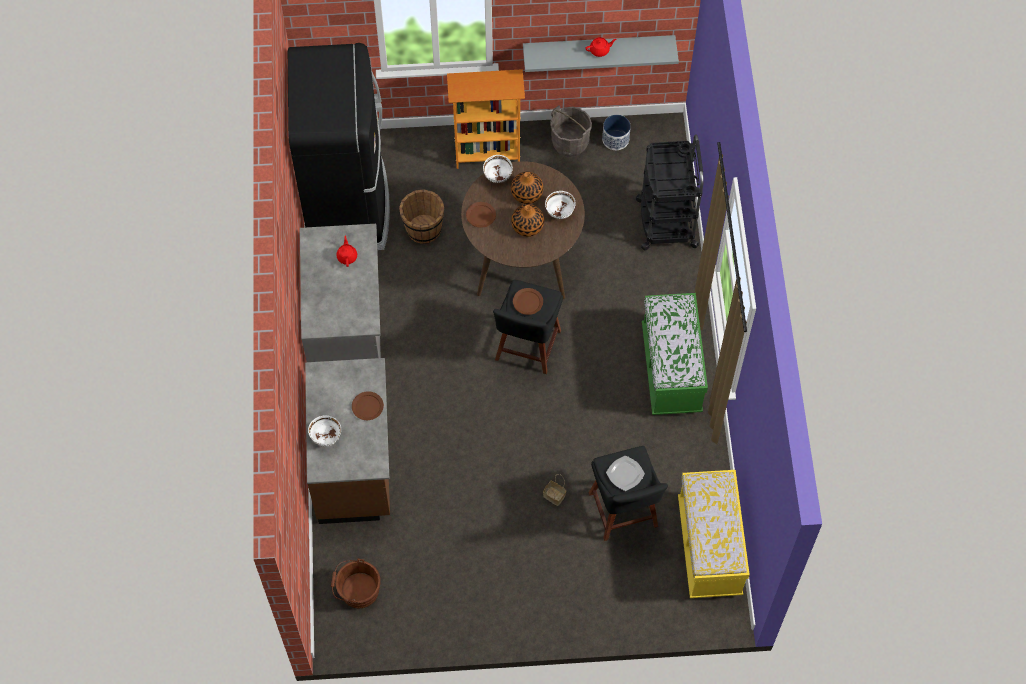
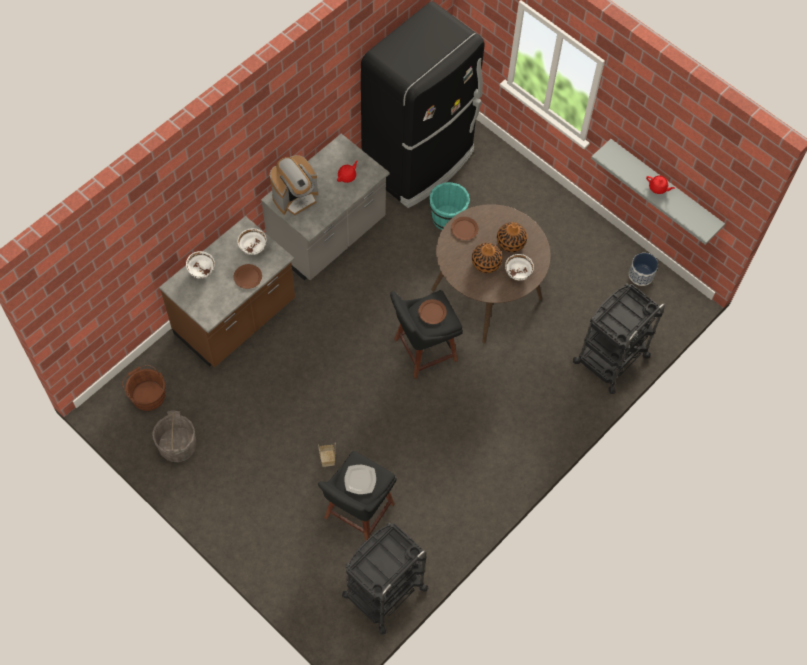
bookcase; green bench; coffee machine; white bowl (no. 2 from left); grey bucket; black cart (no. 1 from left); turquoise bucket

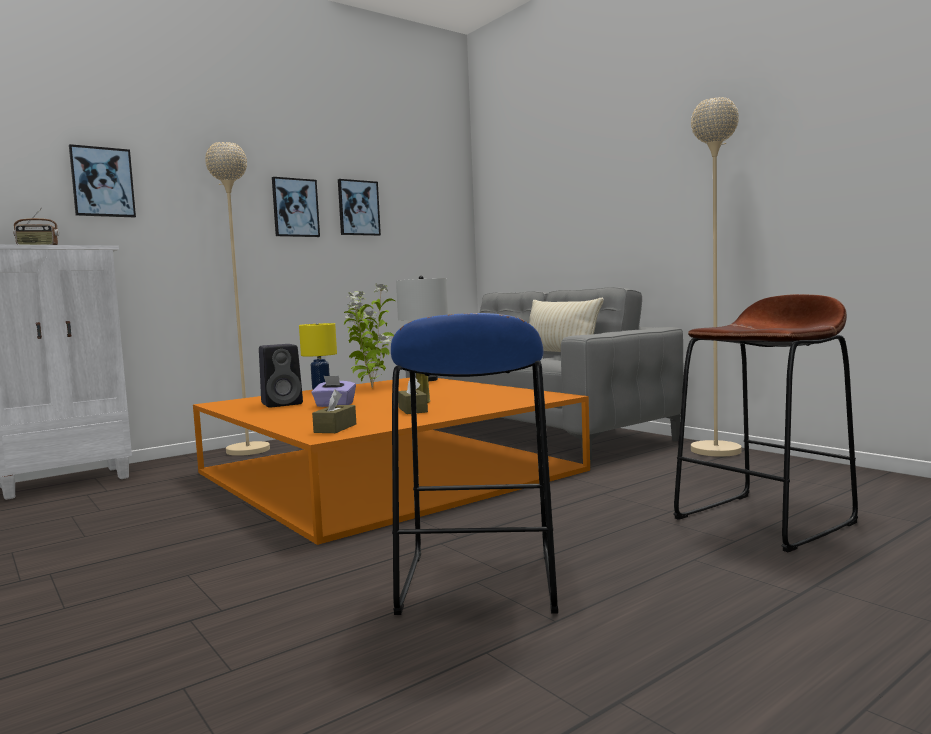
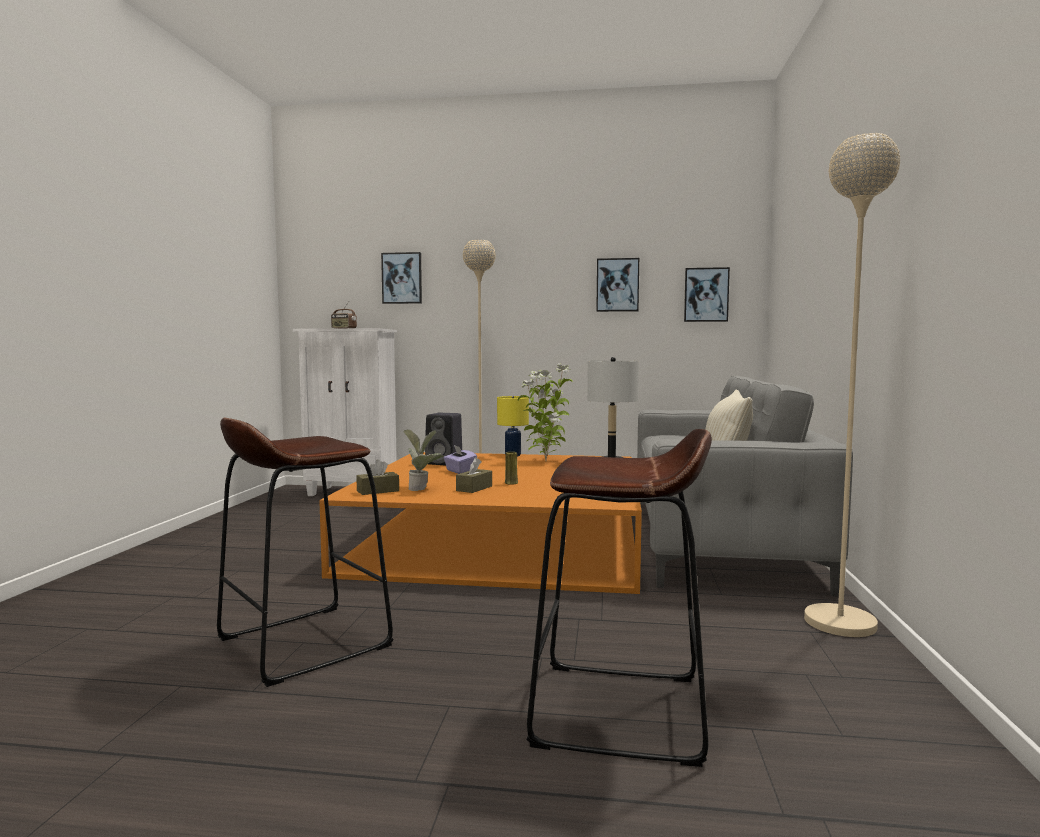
potted plant (no. 1 from left); picture (no. 3 from left); brown stool (no. 1 from left)

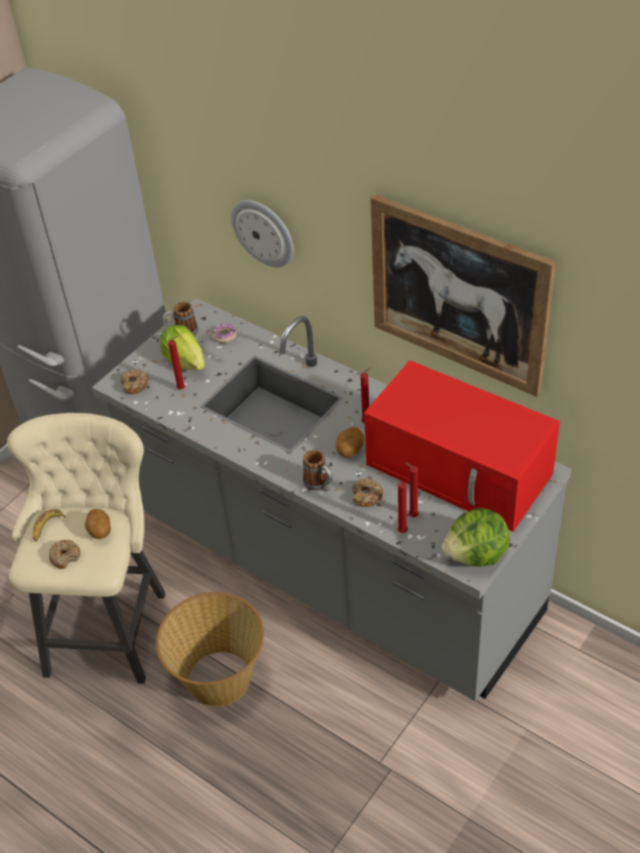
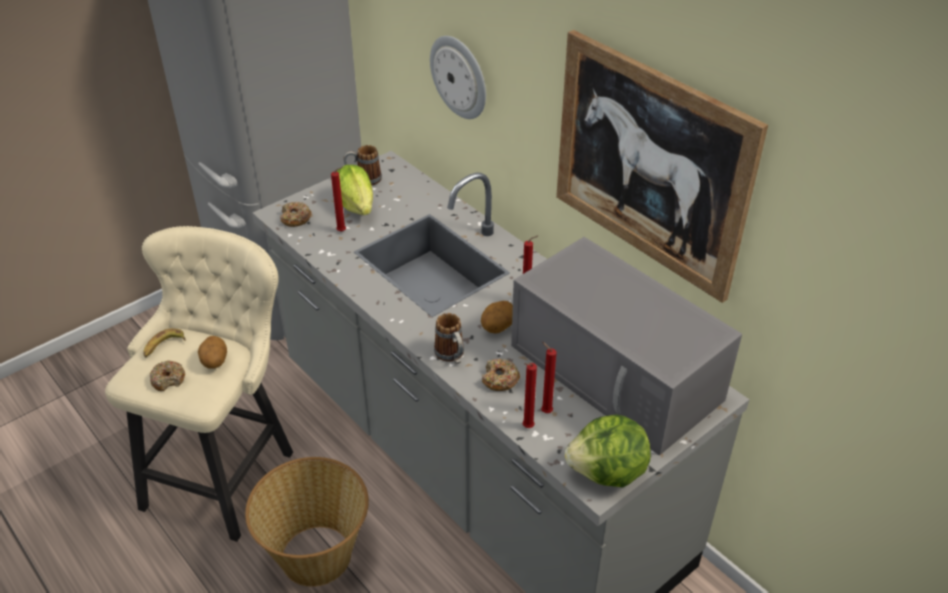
donut (no. 3 from left in the first image); grey microwave

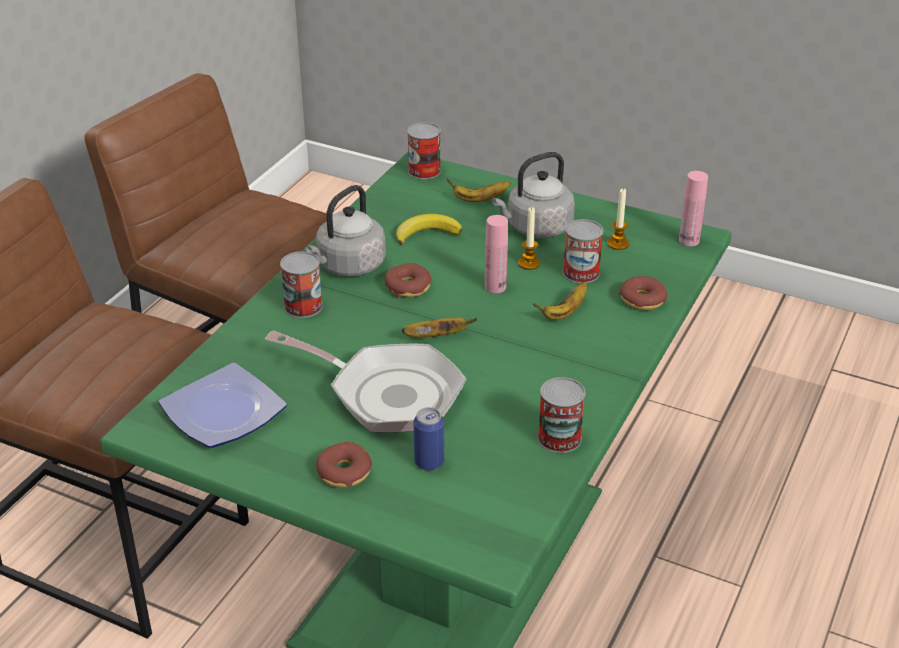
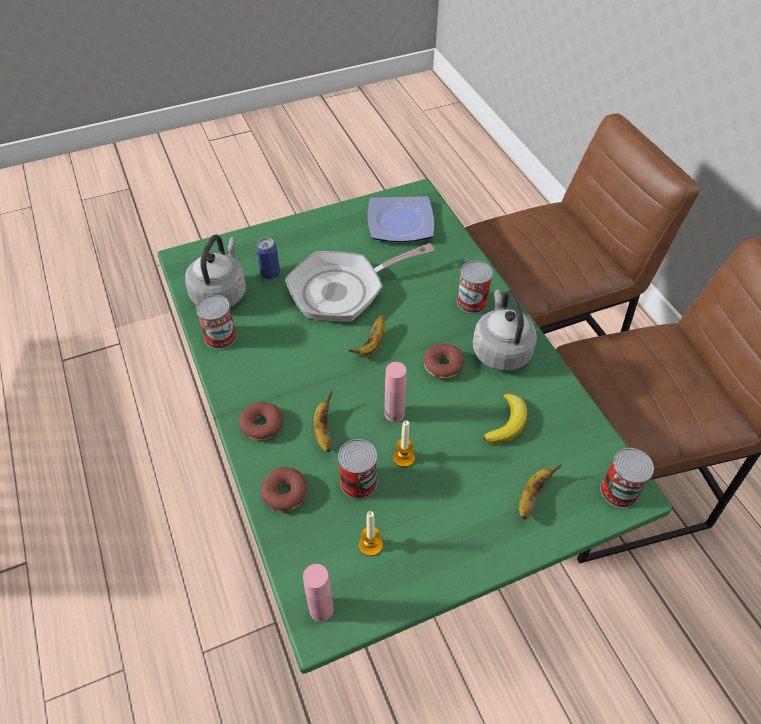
donut (no. 1 from left); grey kettle (no. 1 from left)

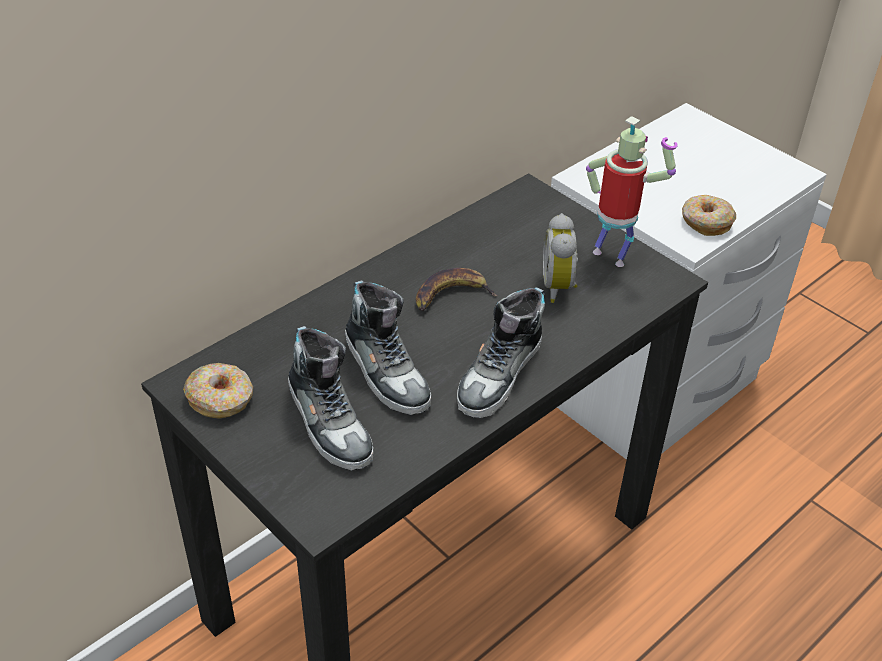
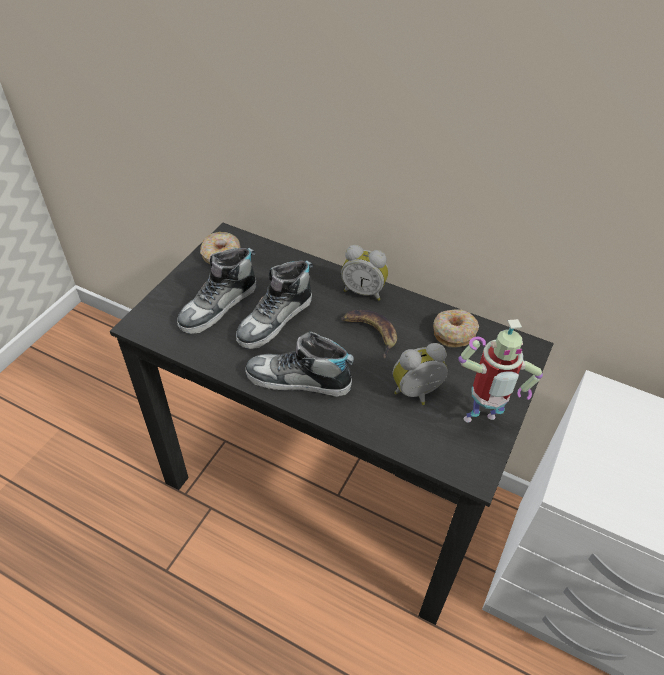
alarm clock (no. 1 from left); donut (no. 2 from left); toy robot

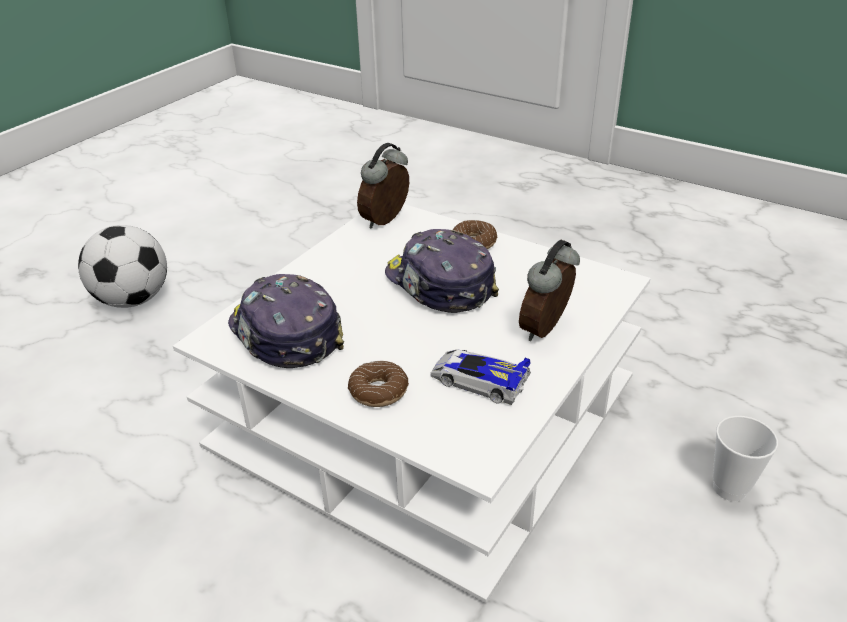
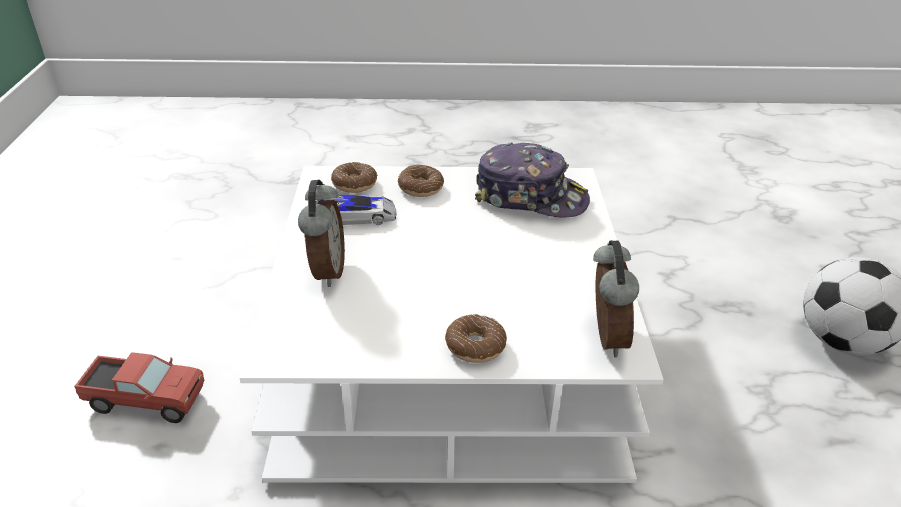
cap (no. 2 from left in the first image); donut (no. 1 from left); toy truck

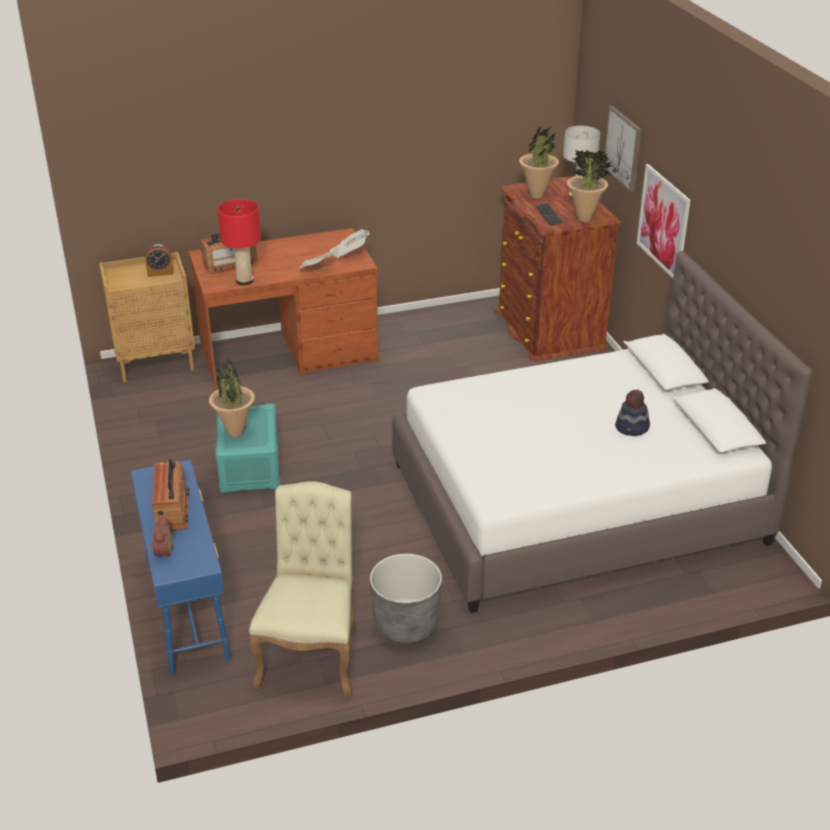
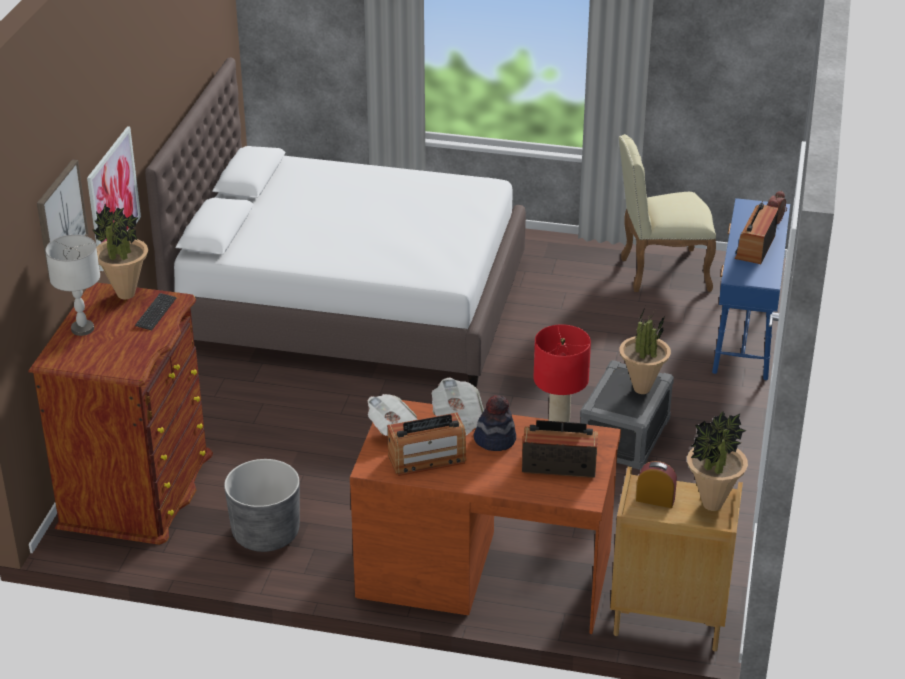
radio (no. 1 from left); grey planter; potted plant (no. 3 from left); hat; grey storage box; beige chair

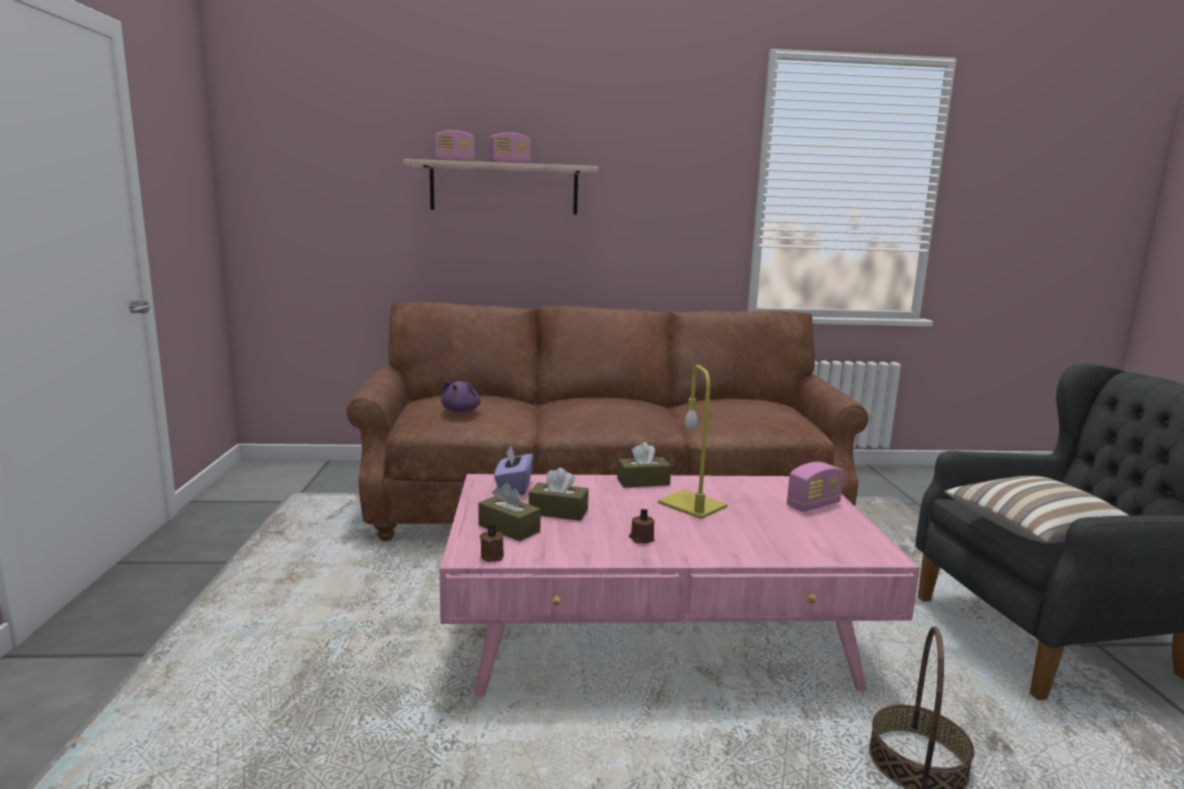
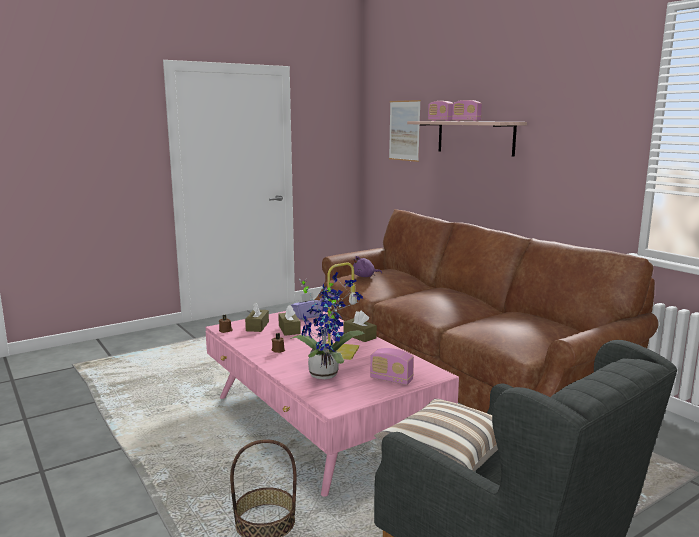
potted plant; picture

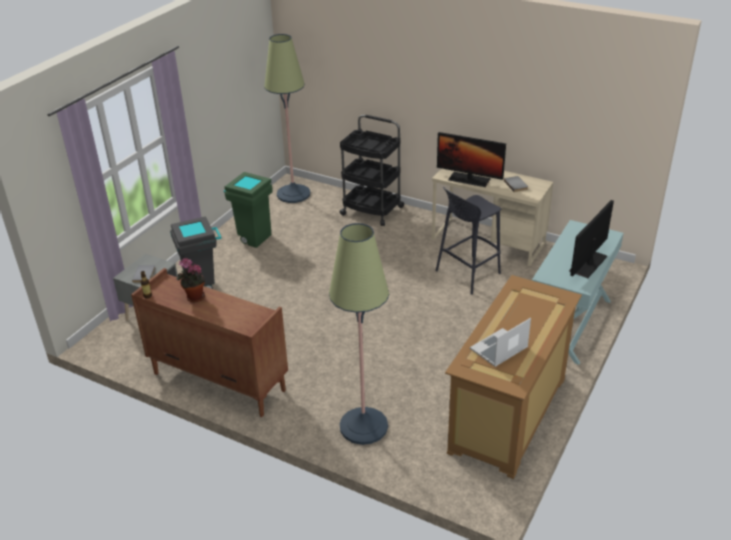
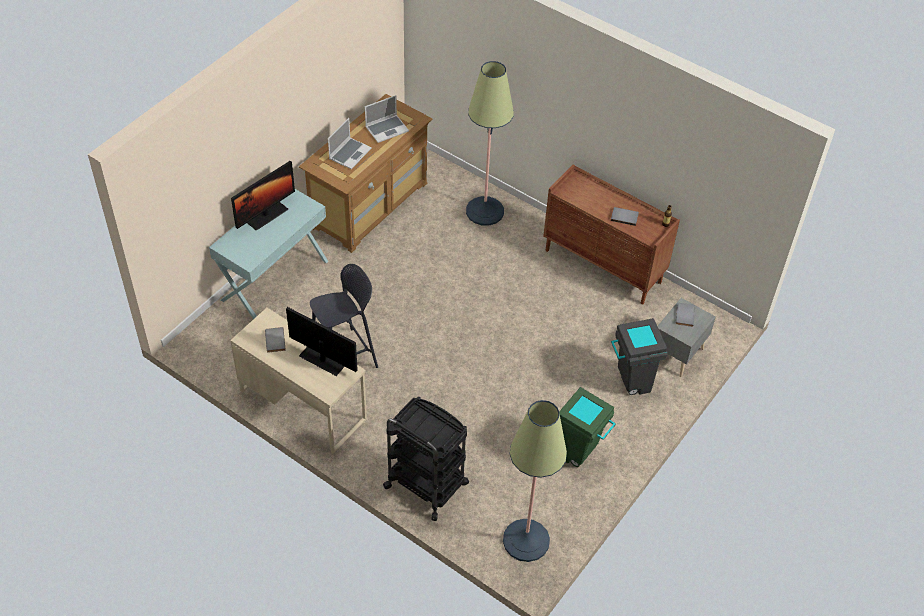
laptop (no. 1 from left); grey book (no. 2 from left)

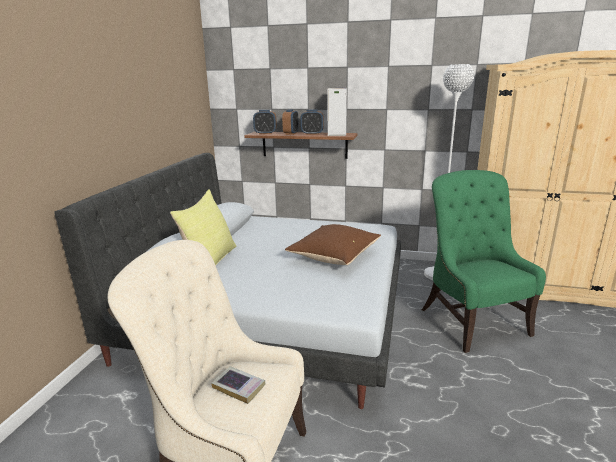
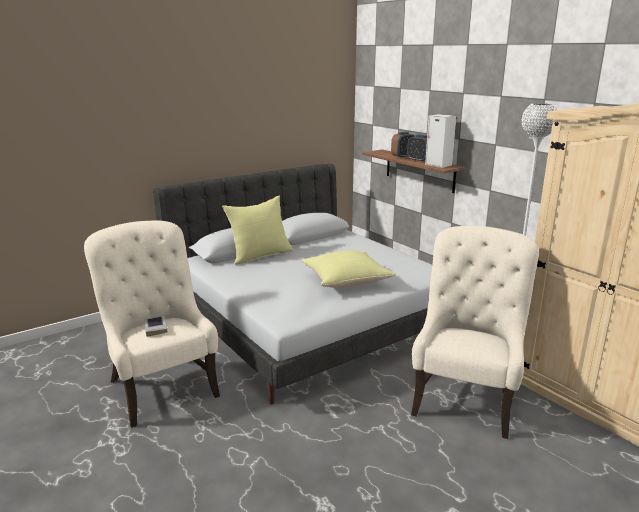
alarm clock (no. 1 from left in the first image); yellow pillow (no. 2 from left); beige armchair (no. 2 from left)

